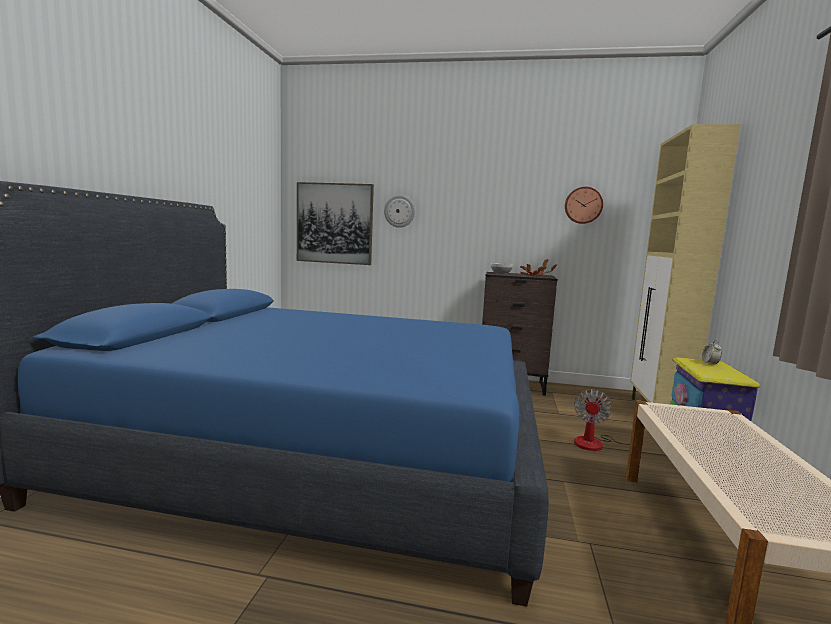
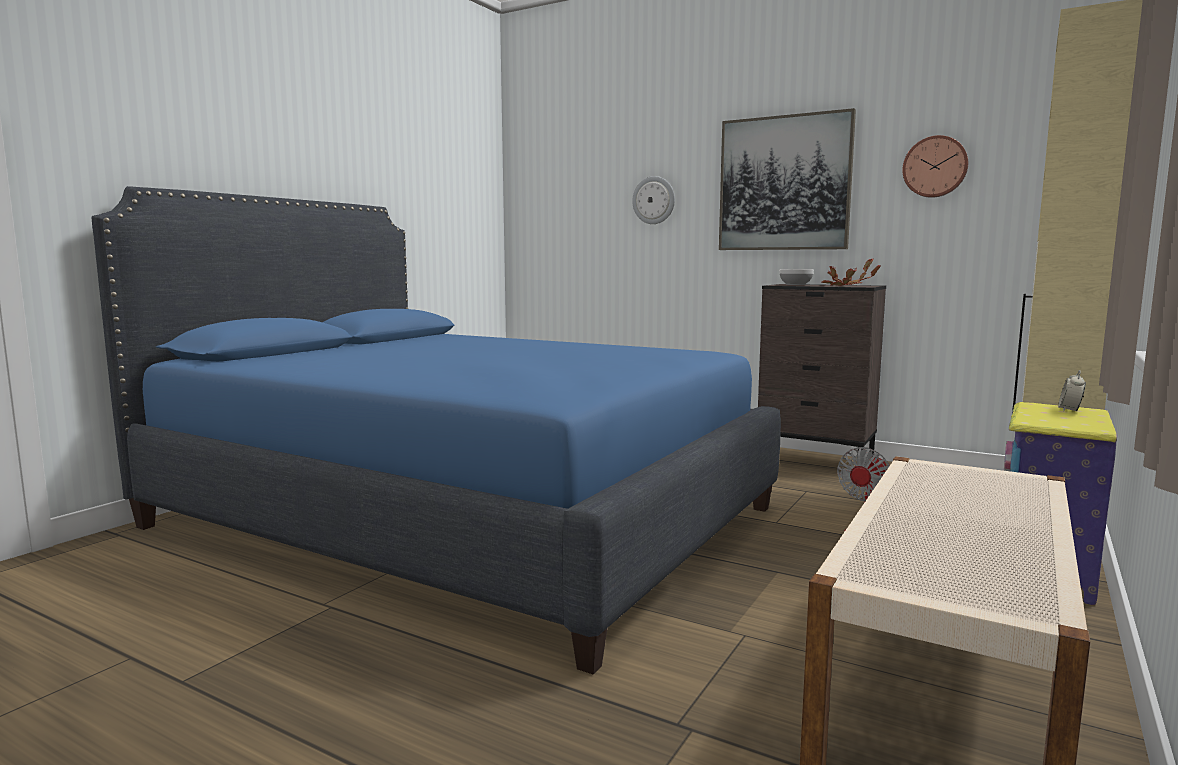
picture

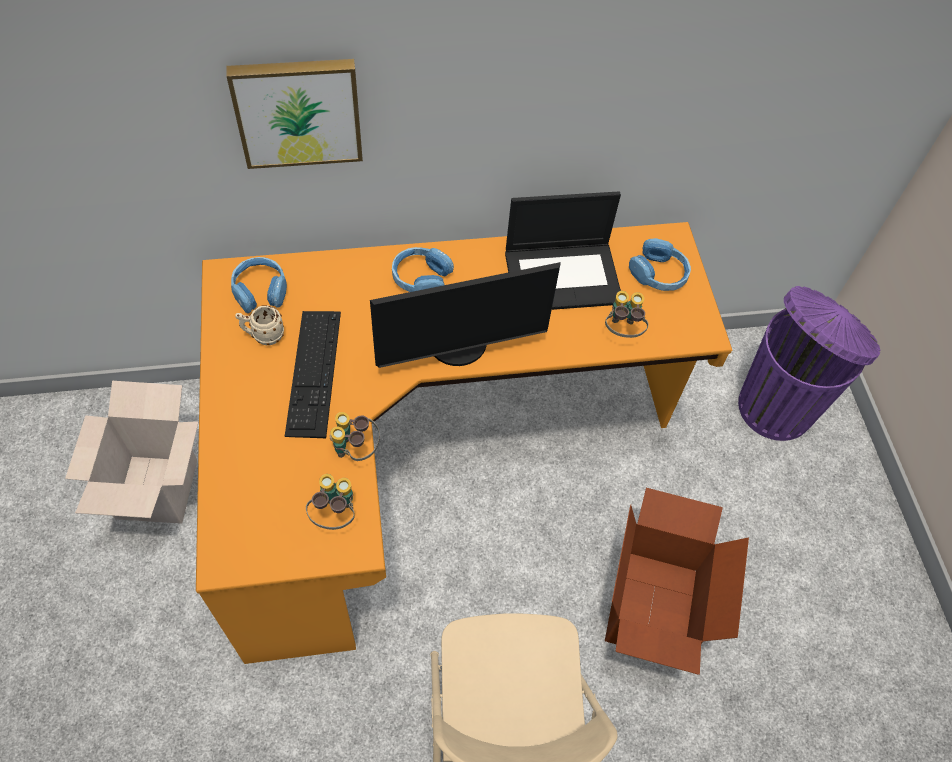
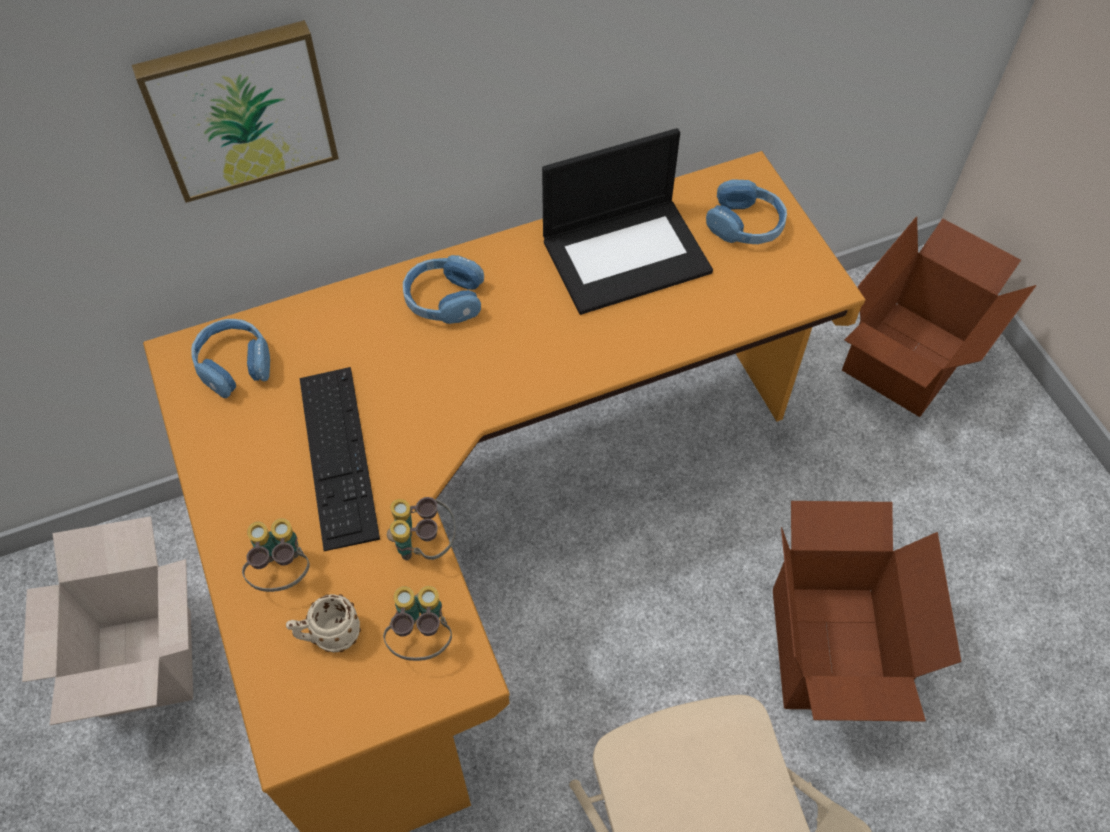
monitor; beige mug; binoculars (no. 1 from left); cardboard box (no. 3 from left)

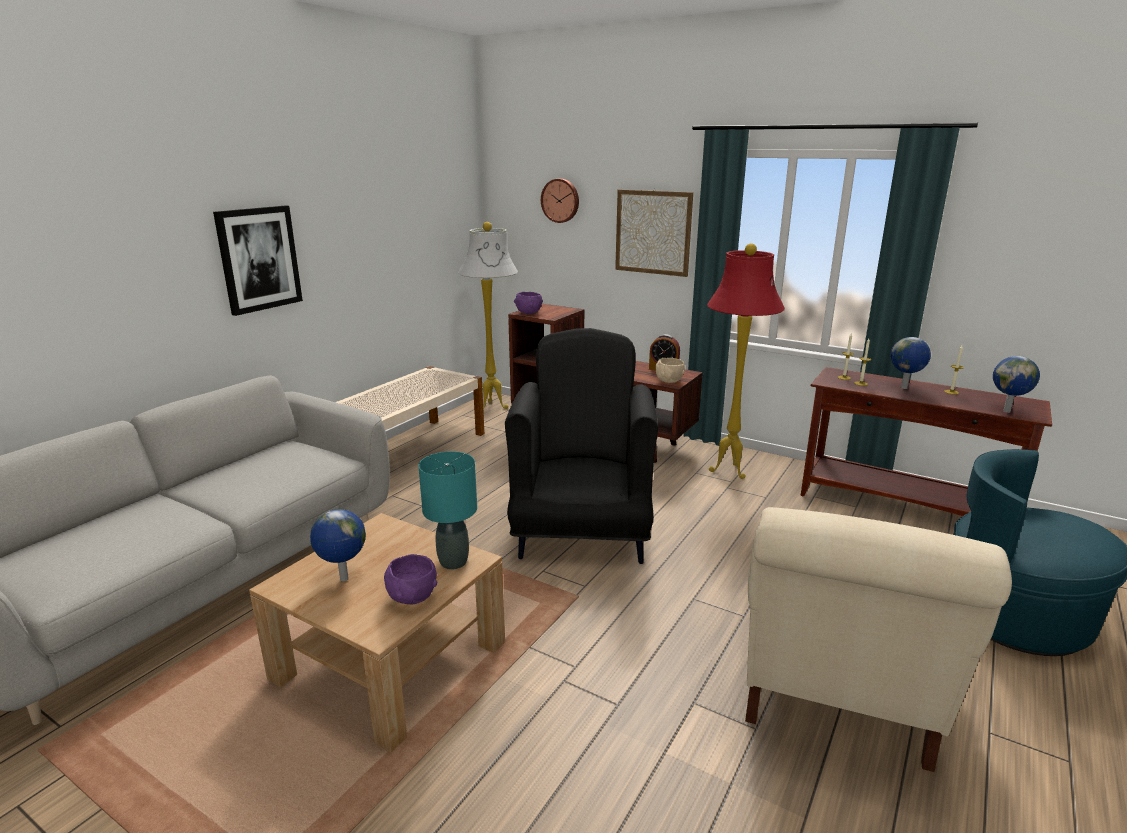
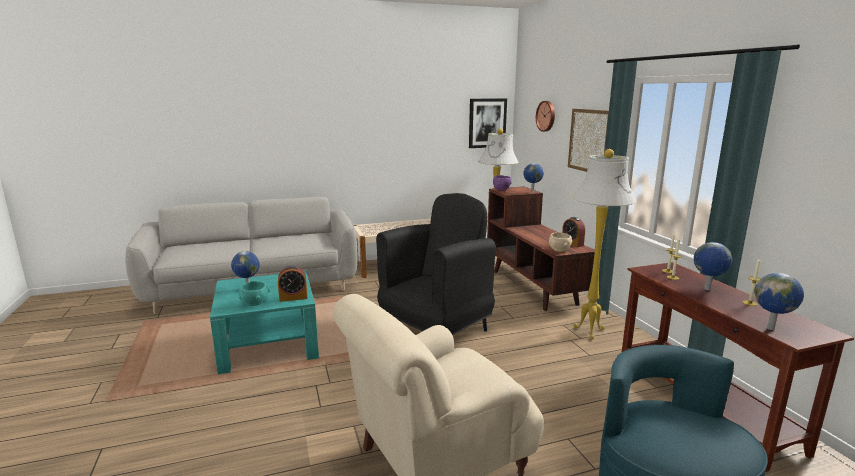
globe (no. 2 from left); picture (no. 1 from left); alarm clock (no. 1 from left); turquoise coffee table; turquoise bowl; white floor lamp (no. 2 from left)

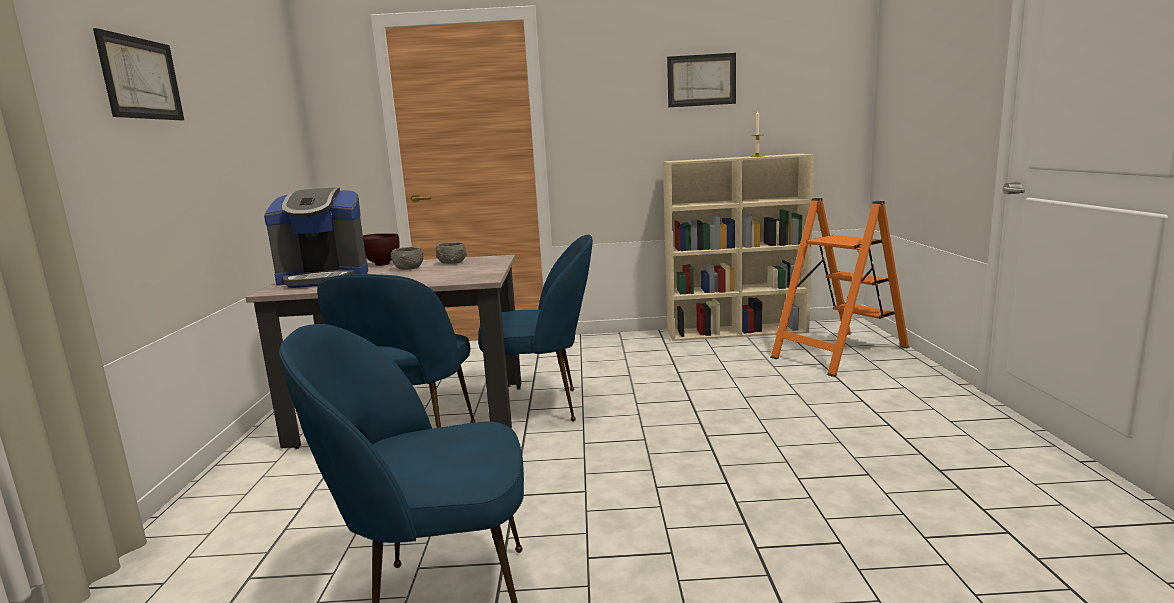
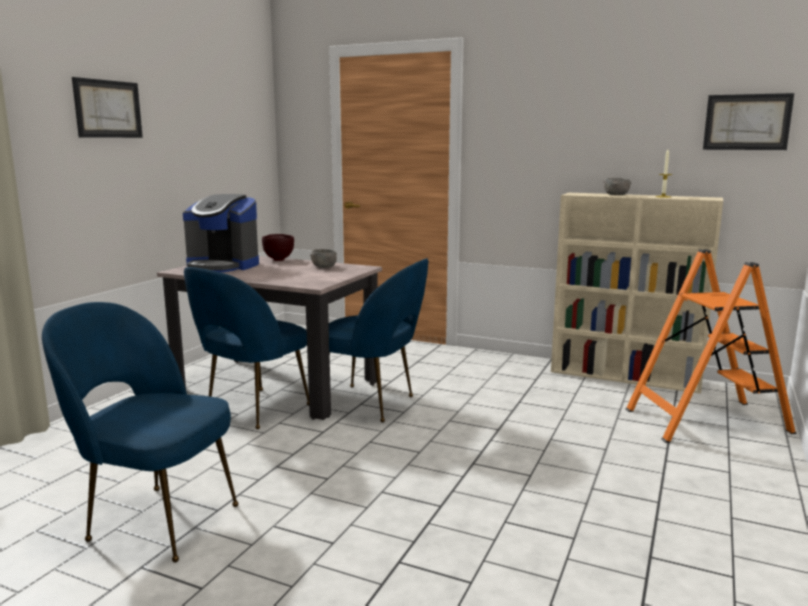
grey bowl (no. 2 from left); picture (no. 2 from left)

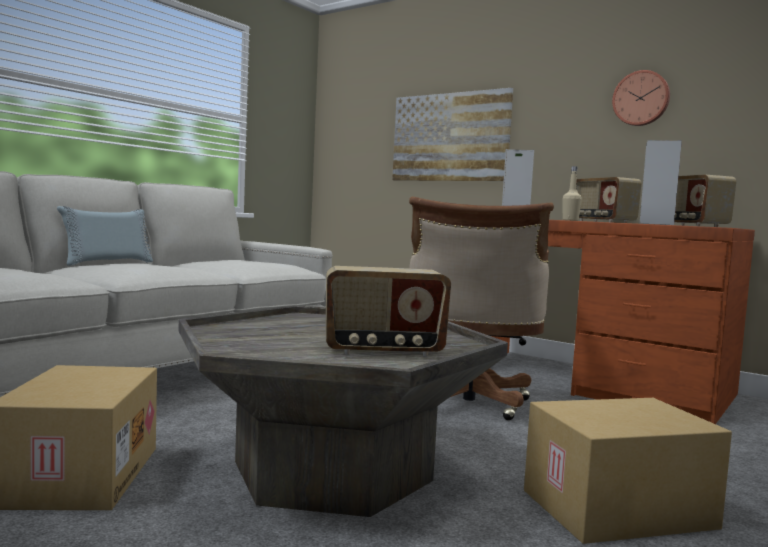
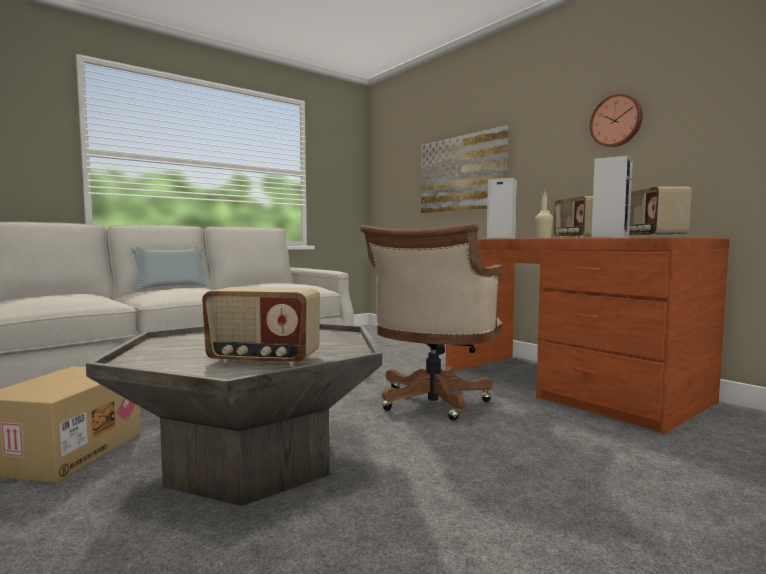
cardboard box (no. 2 from left in the first image)

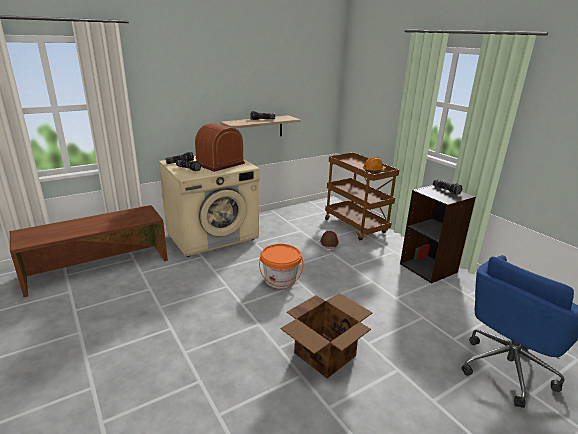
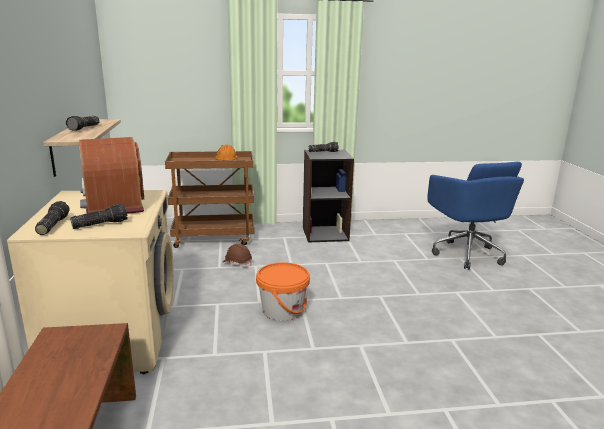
cardboard box

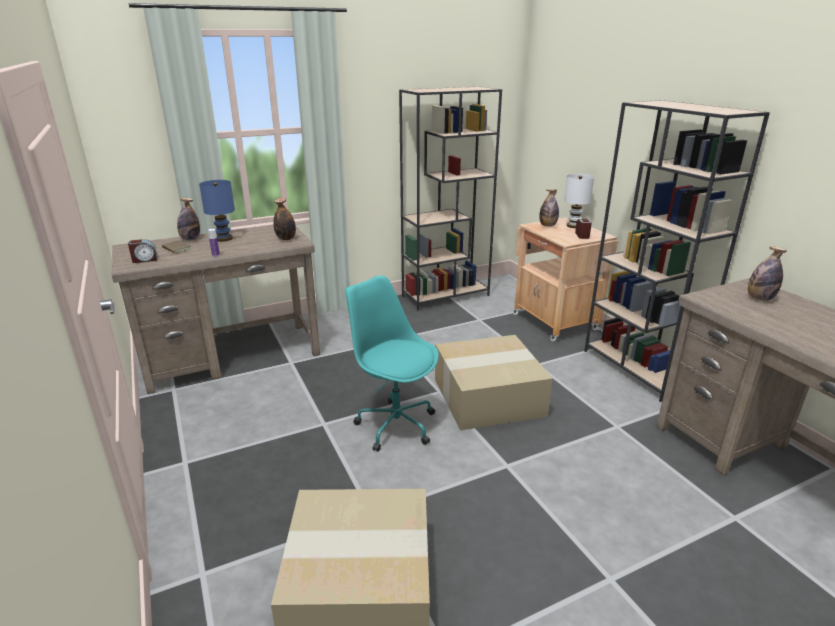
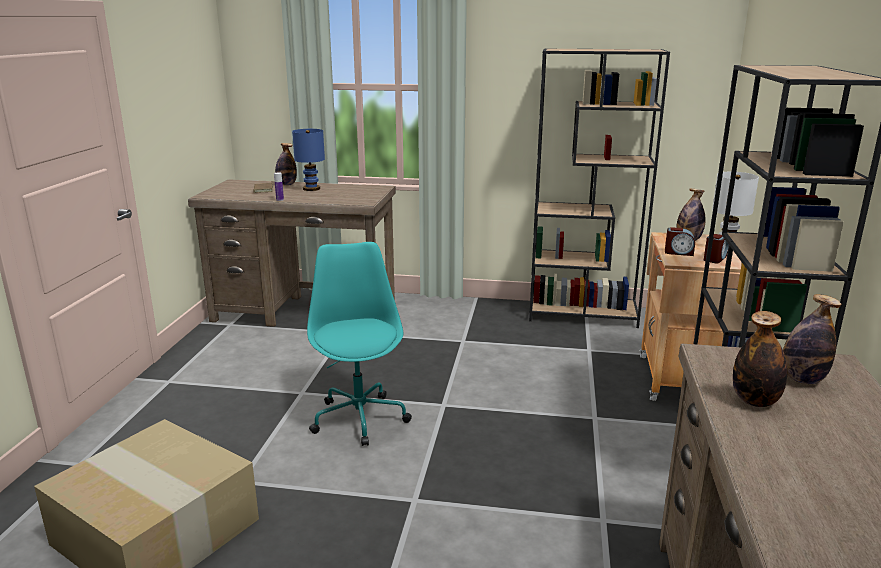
cardboard box (no. 2 from left in the first image); alarm clock (no. 1 from left); bottle (no. 4 from left)

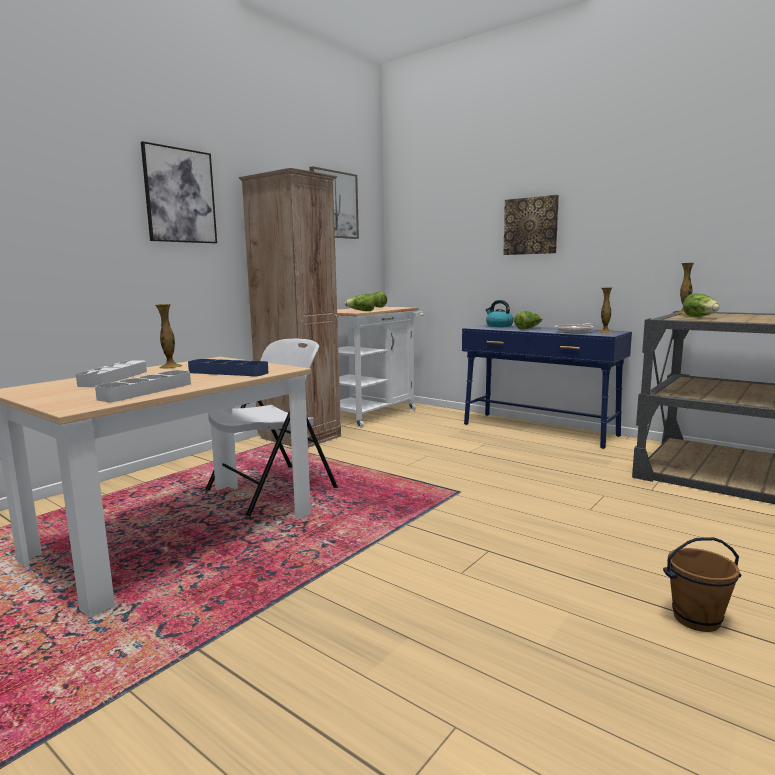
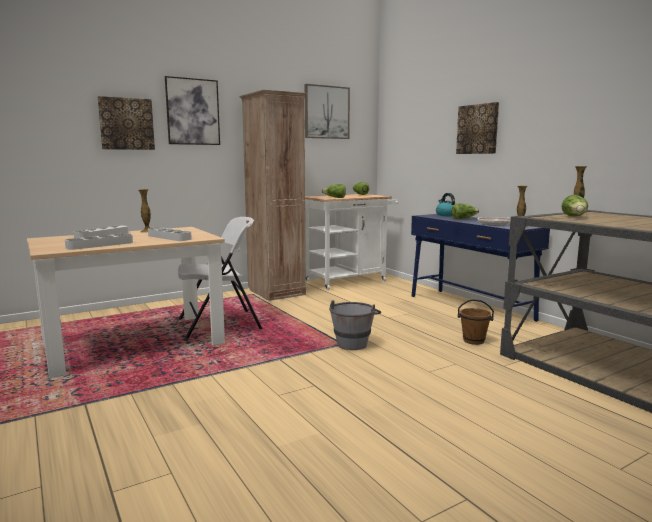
picture (no. 1 from left); grey bucket; brown bucket; grey tray (no. 3 from left)

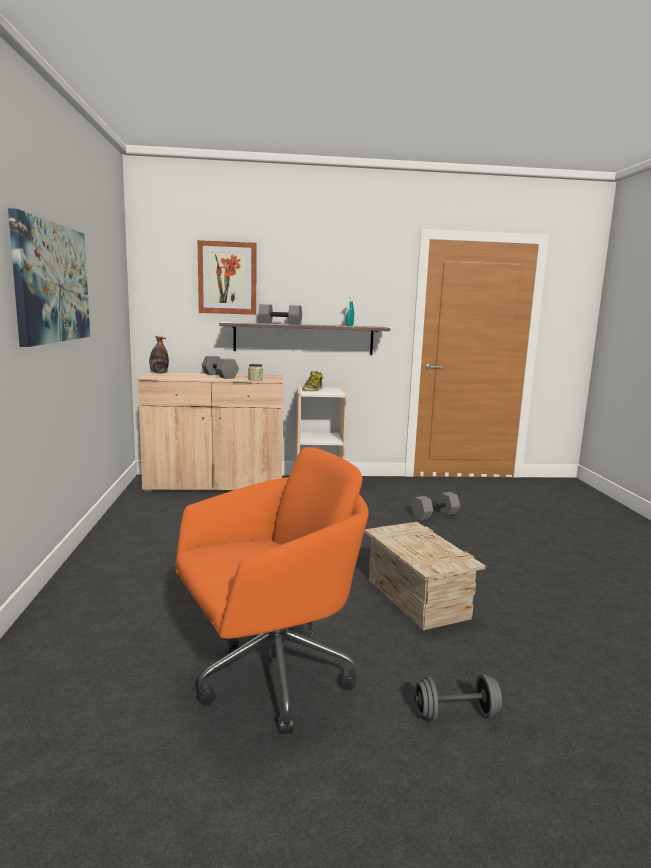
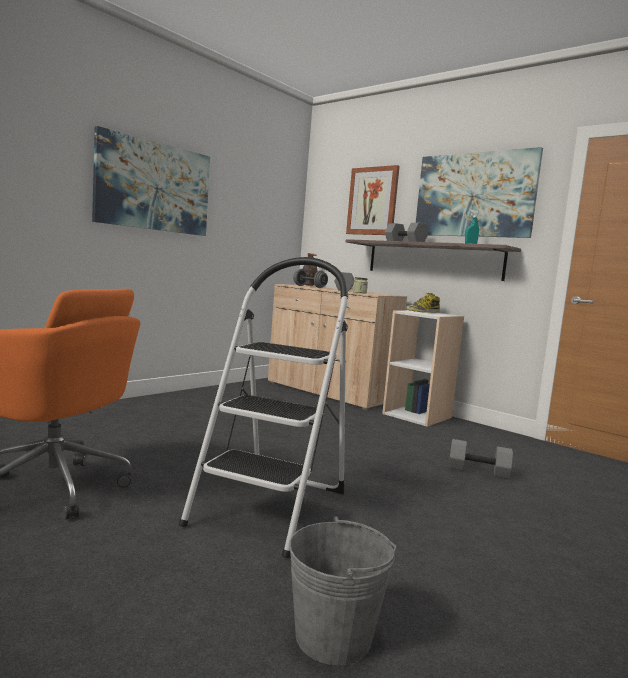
grey bucket; picture (no. 3 from left); grey dumbbell (no. 1 from left); step ladder

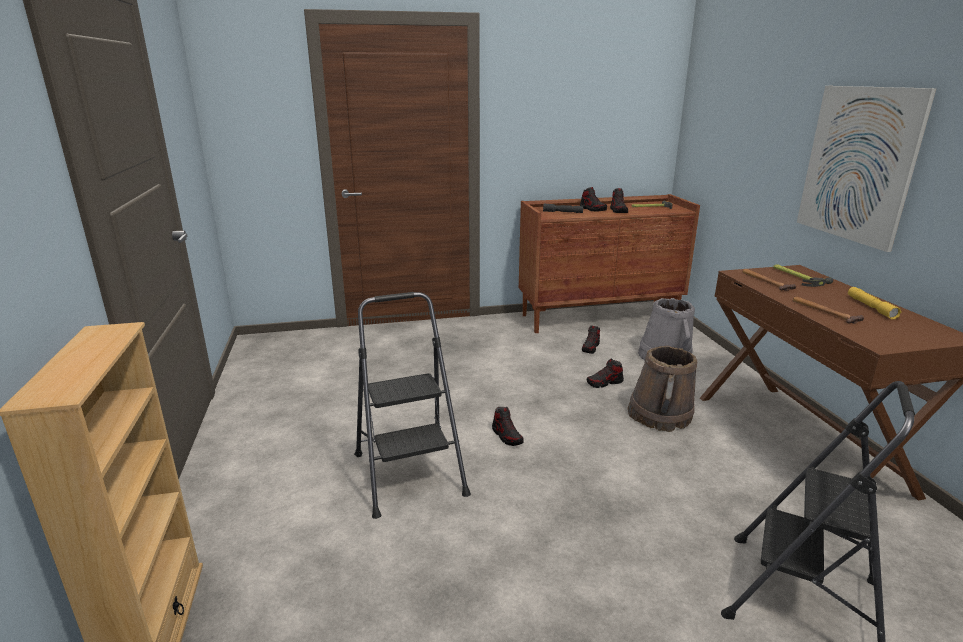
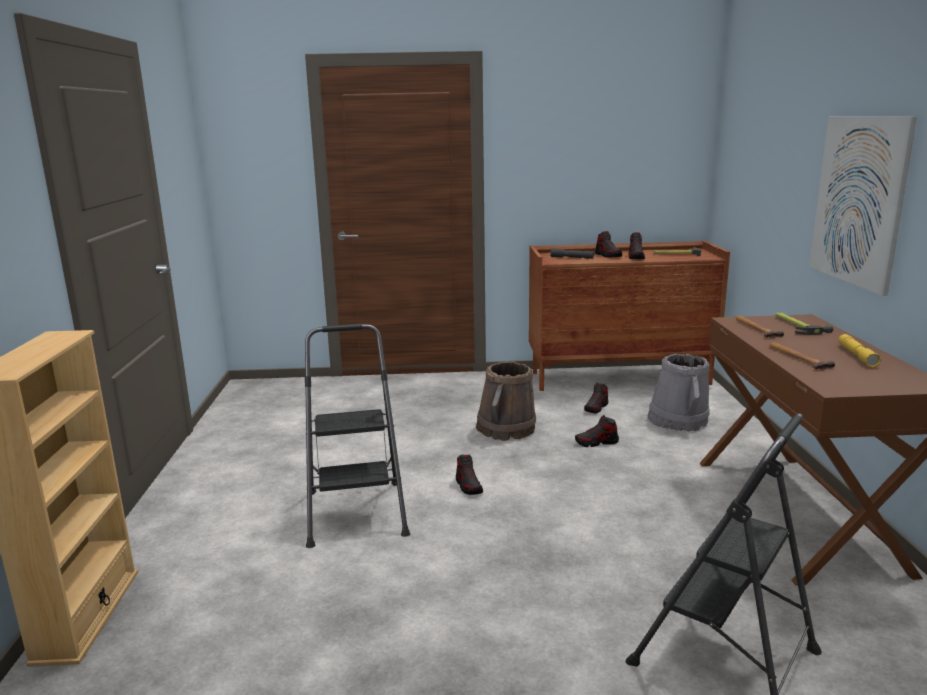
brown bucket

